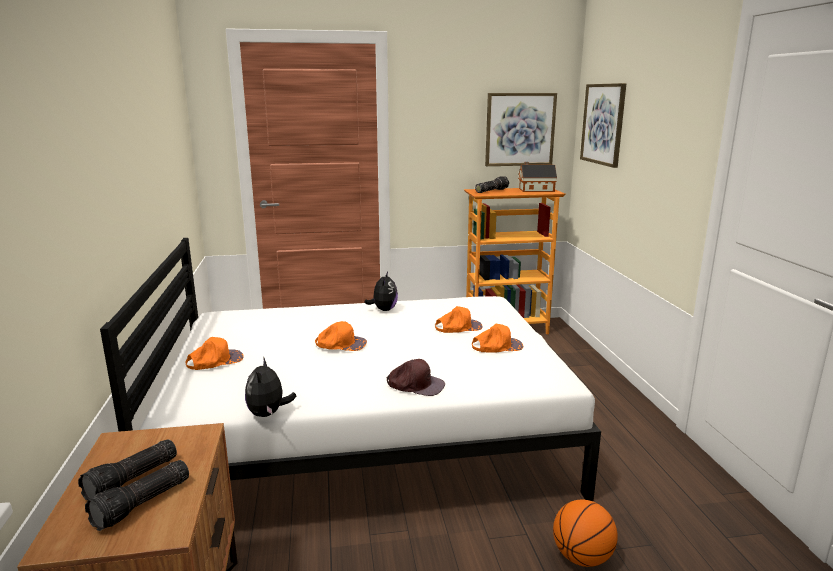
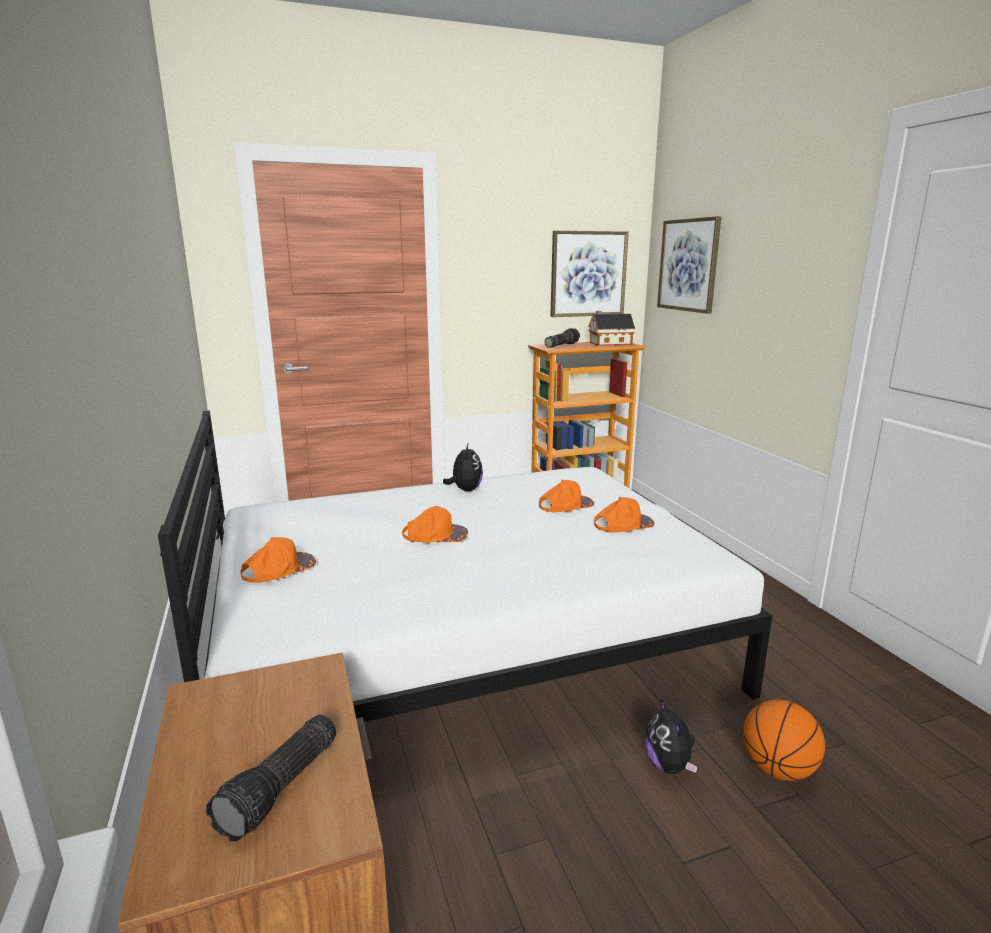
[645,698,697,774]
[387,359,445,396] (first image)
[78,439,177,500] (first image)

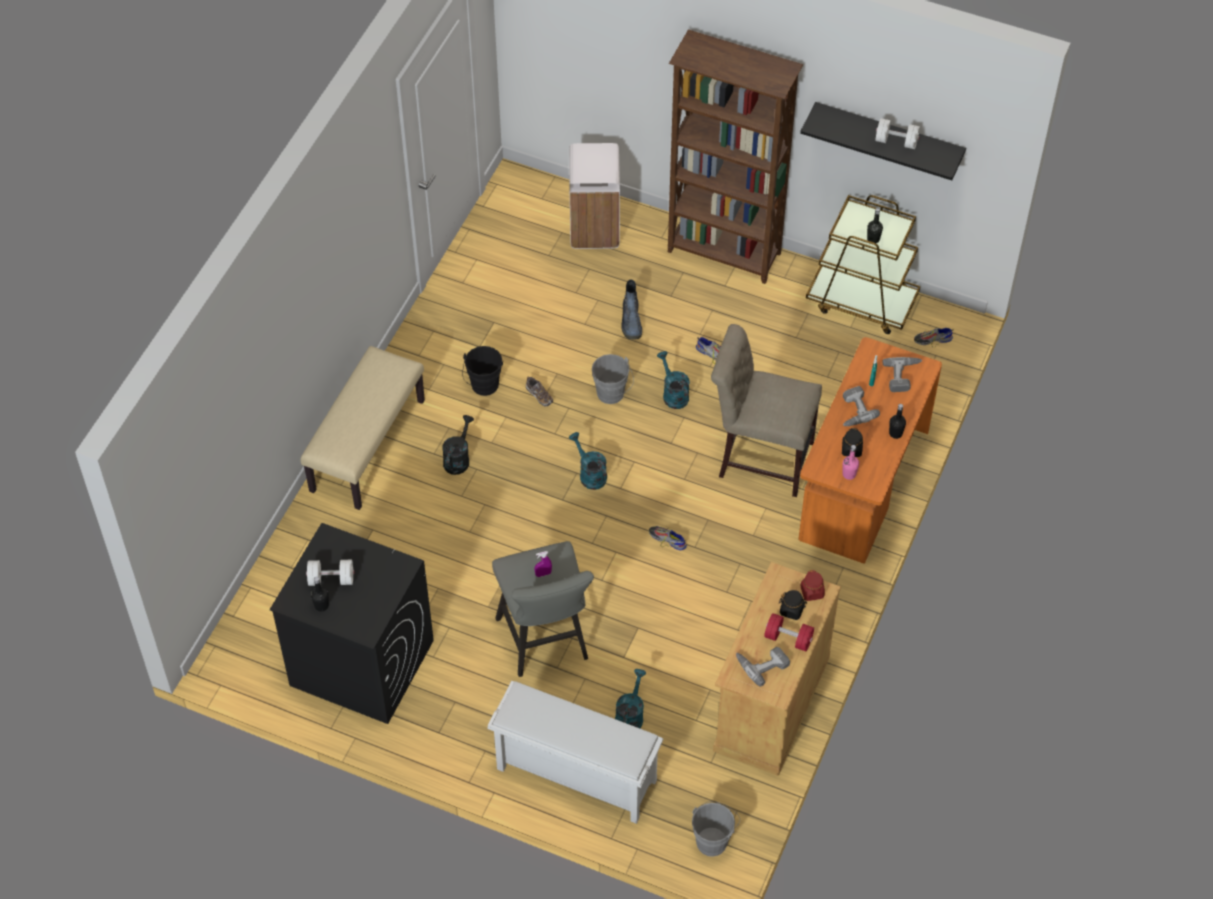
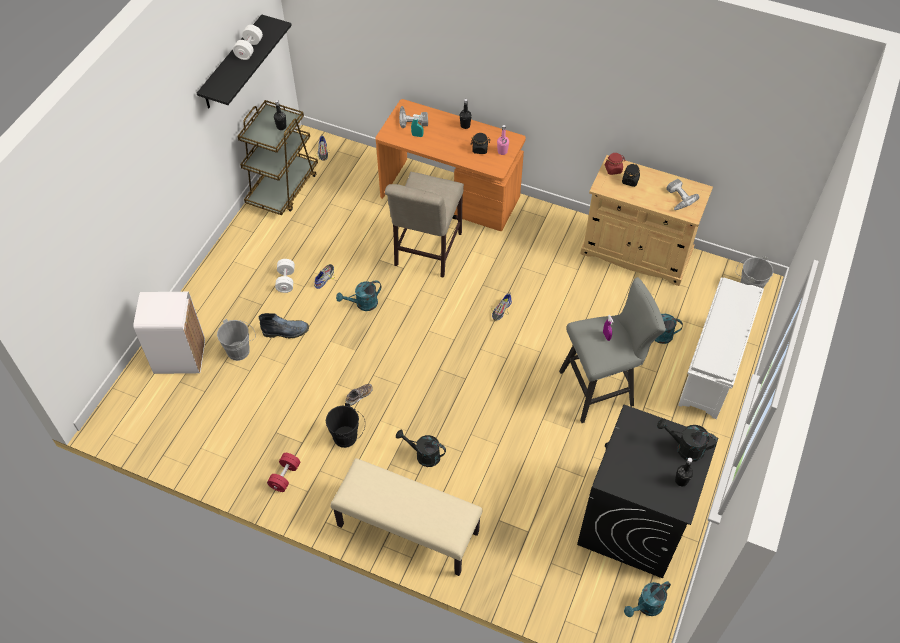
[668,29,803,284] (first image)
[217,319,256,361]
[843,386,880,426] (first image)
[624,581,671,617]
[275,259,295,293]
[267,453,300,492]
[657,419,717,462]

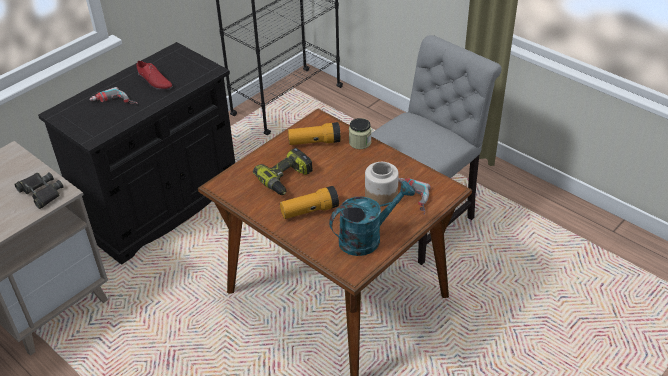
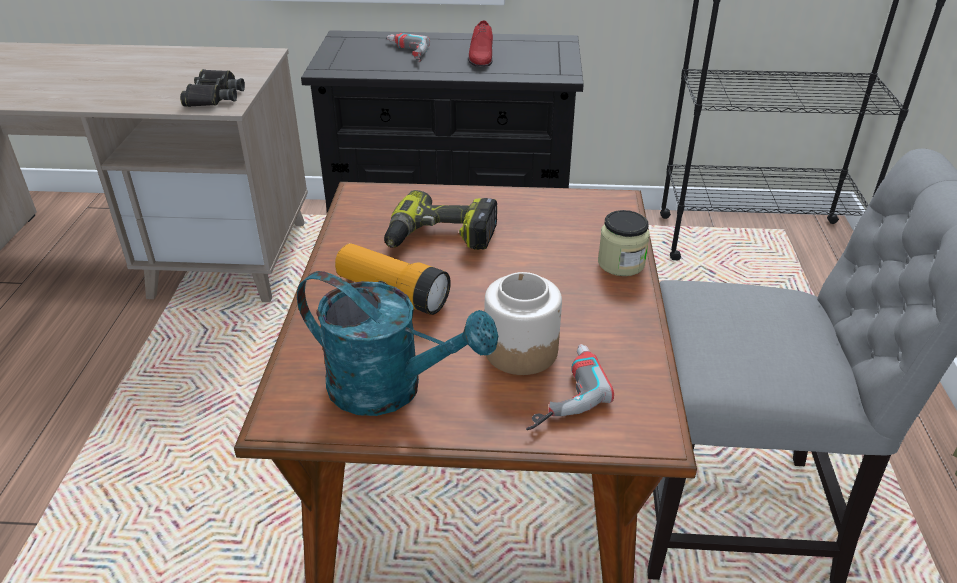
[288,122,341,145] (first image)

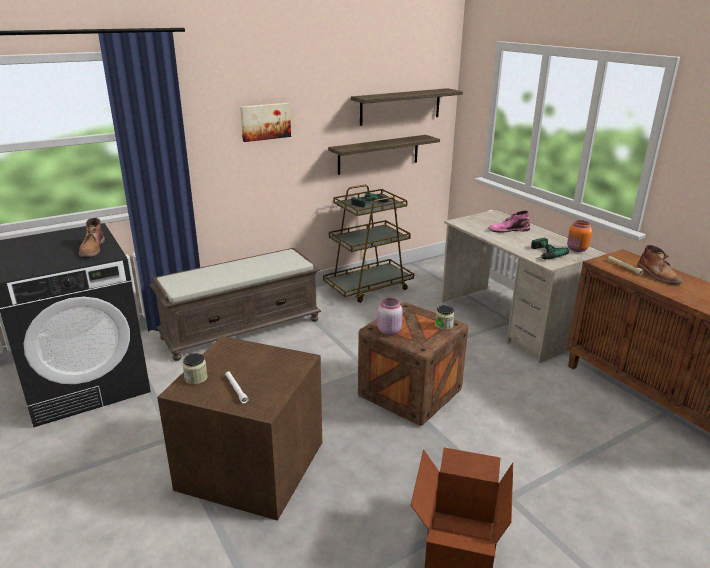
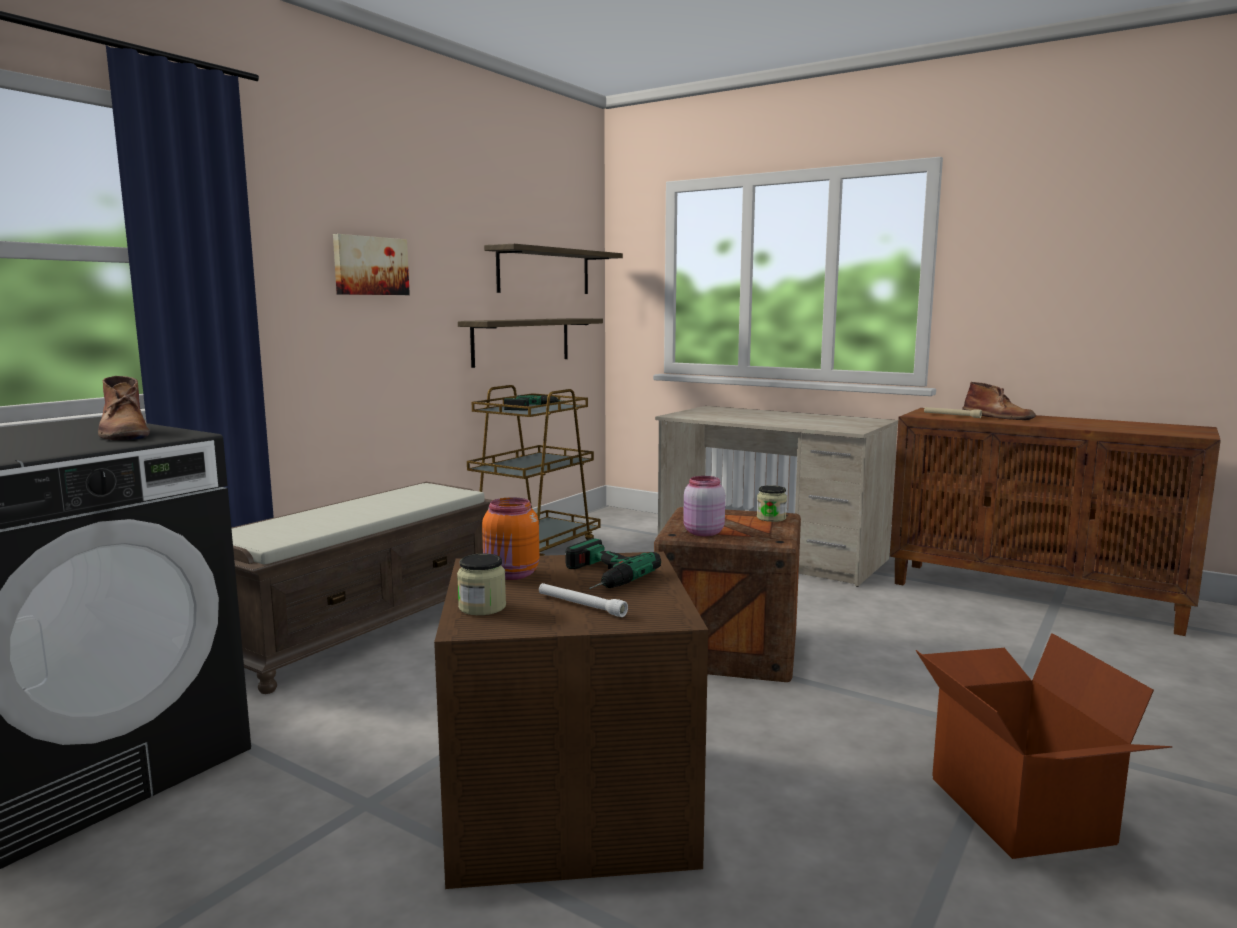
[488,210,530,233] (first image)
[482,497,539,580]
[565,538,661,589]

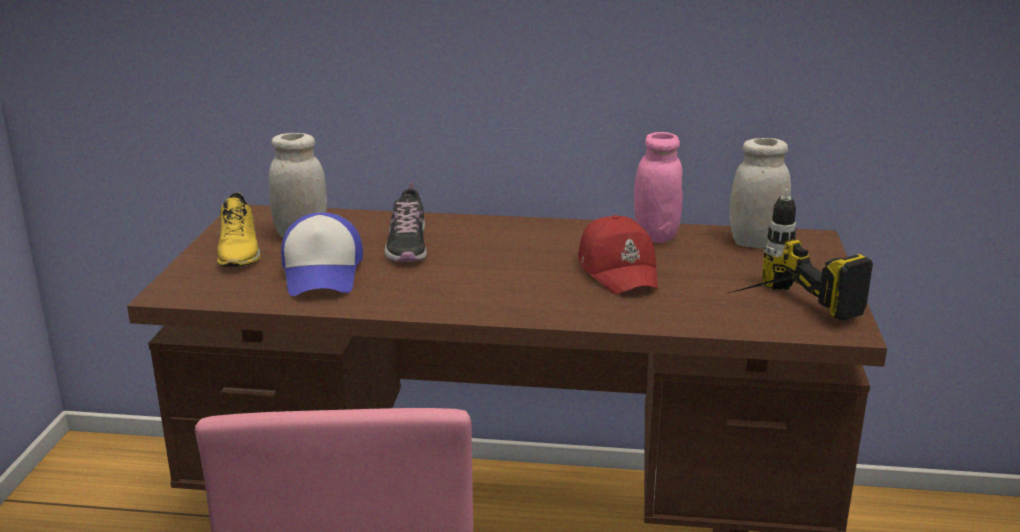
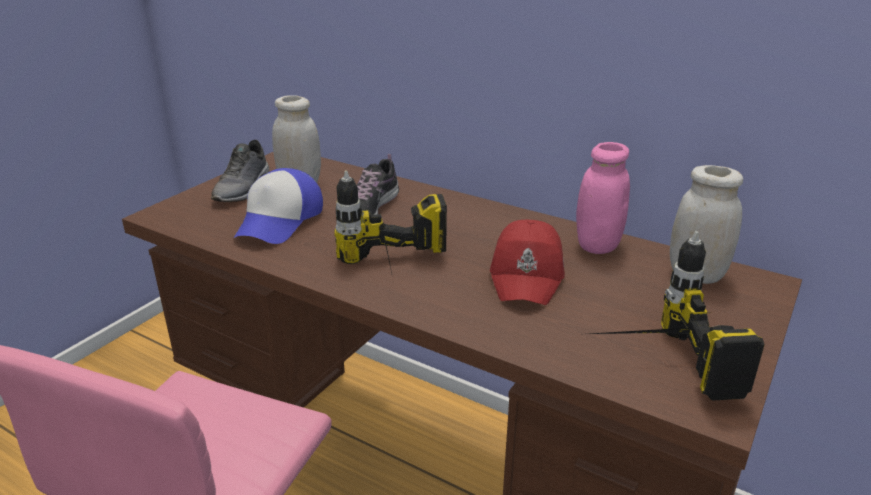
[211,140,270,202]
[334,170,447,277]

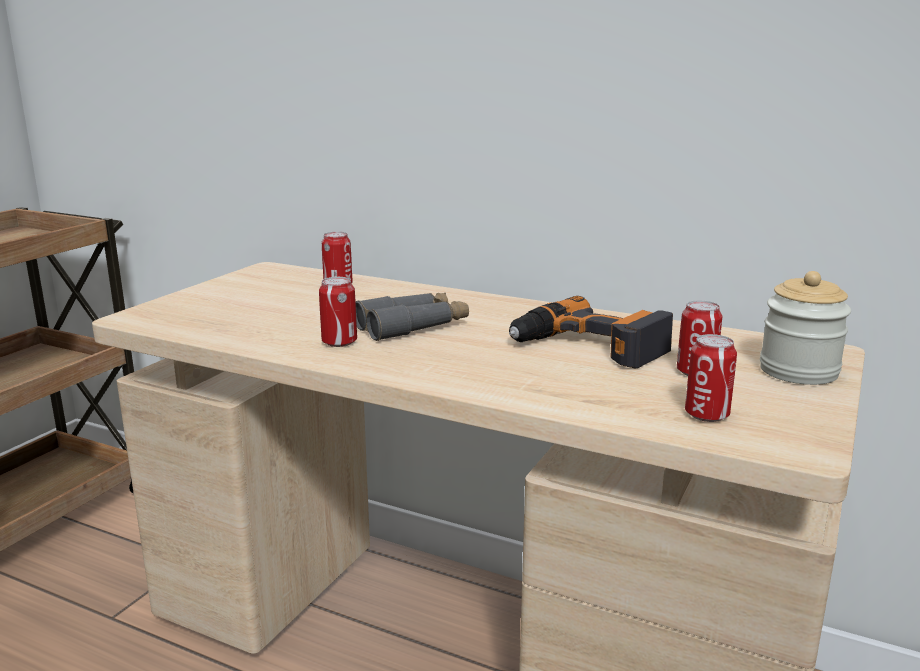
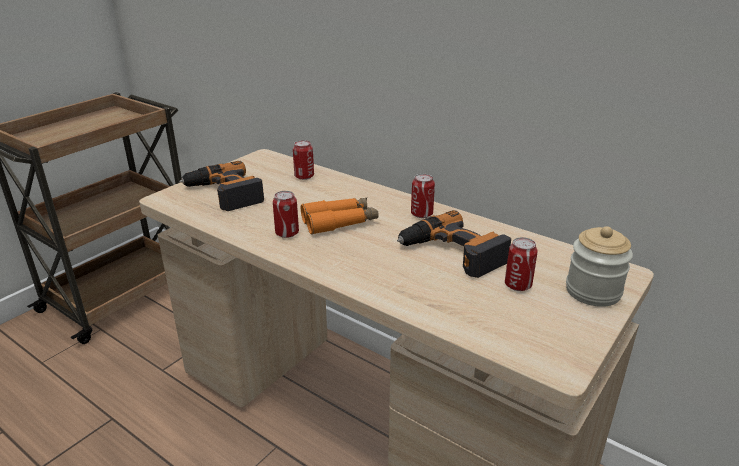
[301,198,379,235]
[411,174,435,218]
[179,161,264,211]

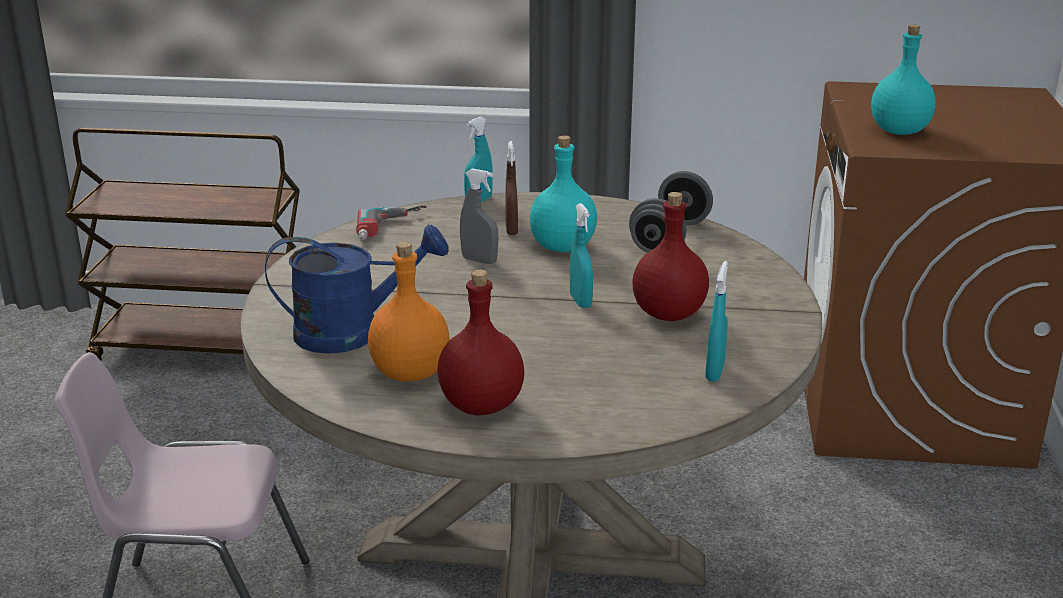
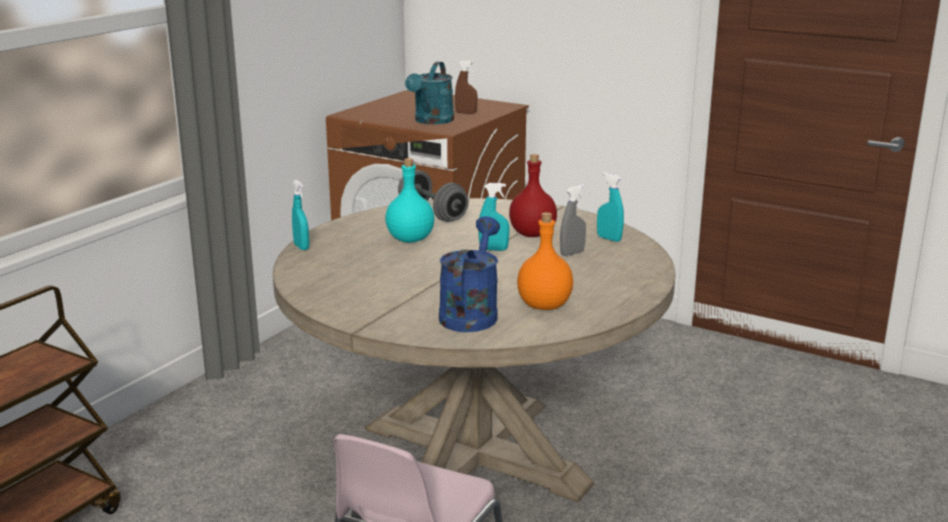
[405,62,454,124]
[455,60,478,114]
[560,184,586,256]
[356,205,427,240] (first image)
[438,269,525,415] (first image)

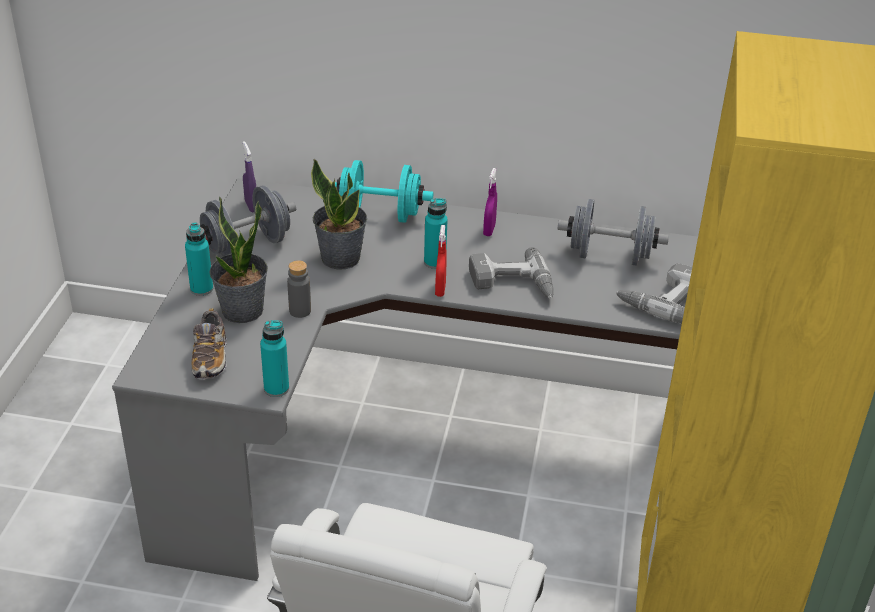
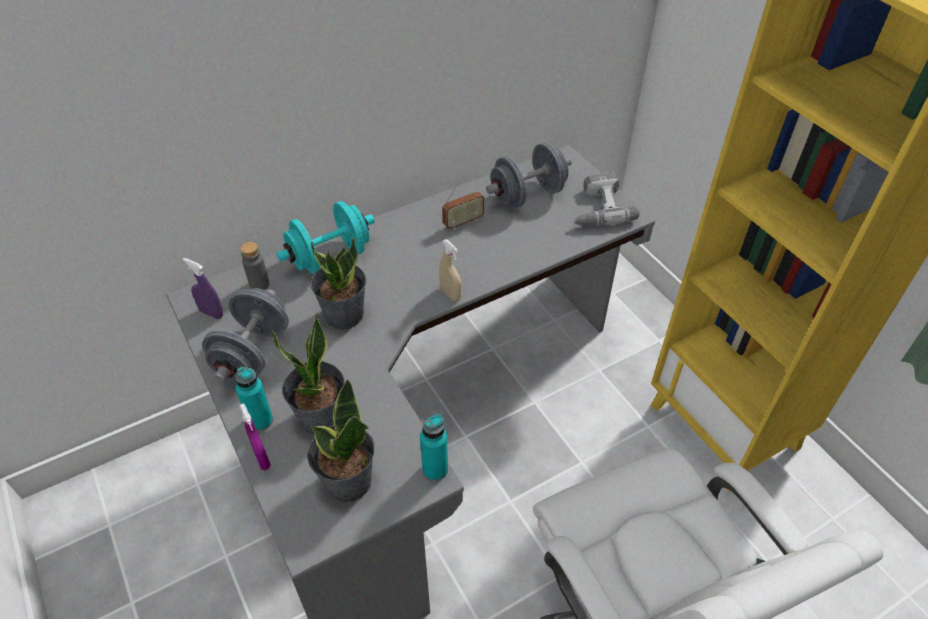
[240,404,271,470]
[424,198,448,269] (first image)
[439,239,462,301]
[469,247,554,298] (first image)
[241,242,269,290]
[307,378,375,502]
[442,178,485,230]

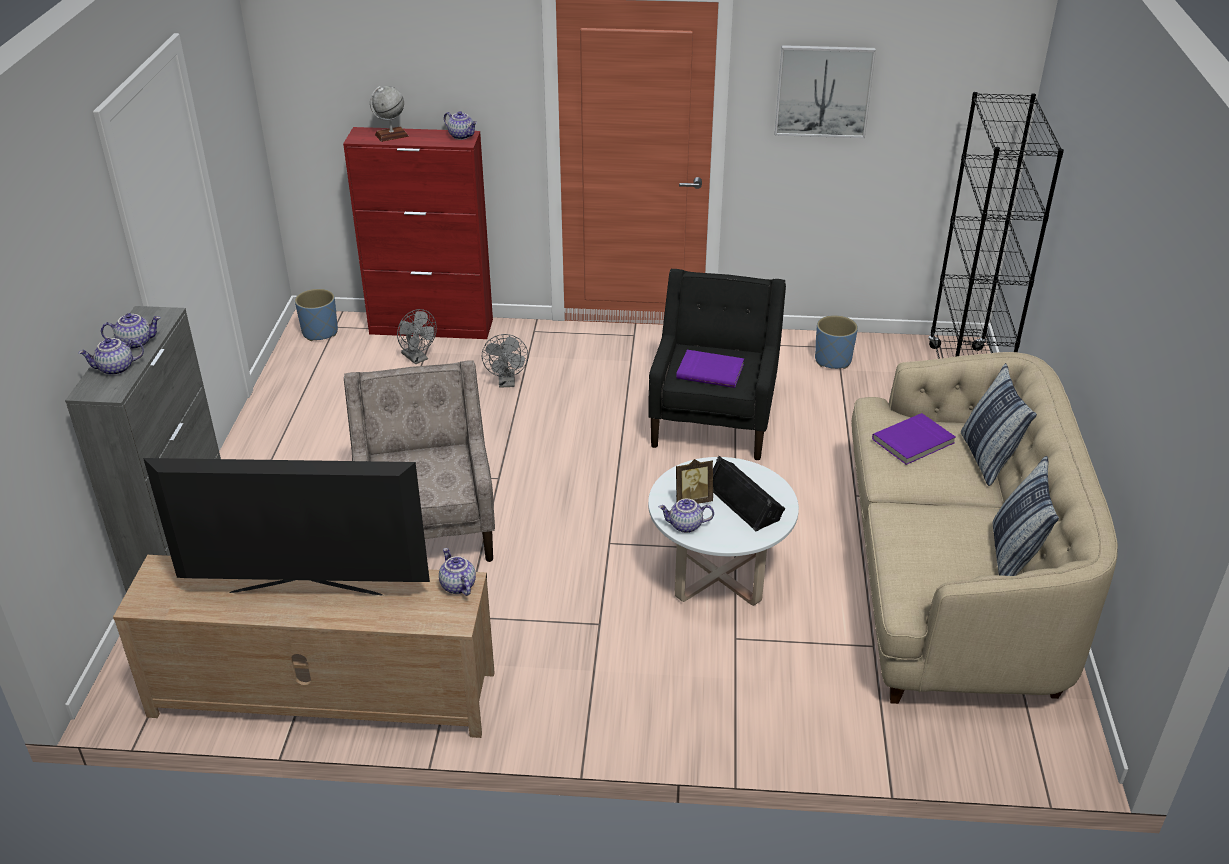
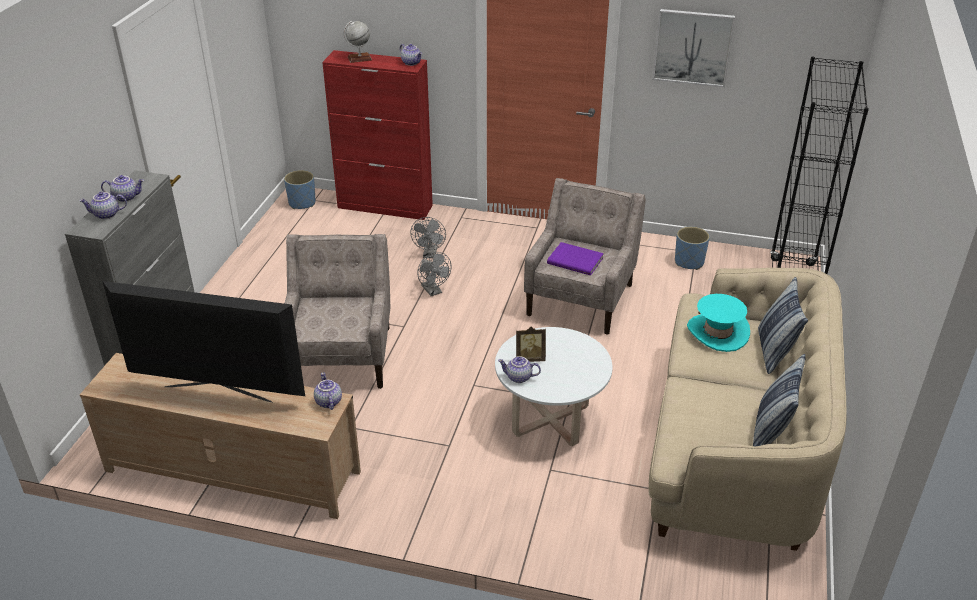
[524,178,646,334]
[417,252,451,296]
[687,294,750,352]
[713,456,785,531] (first image)

